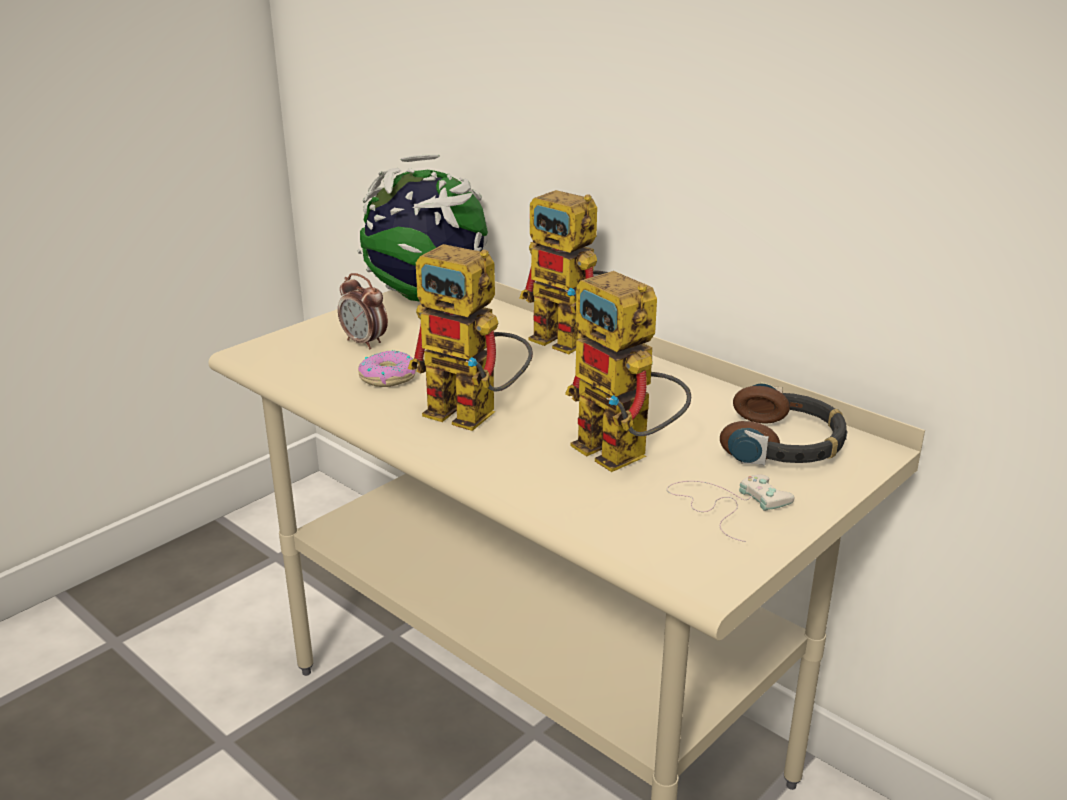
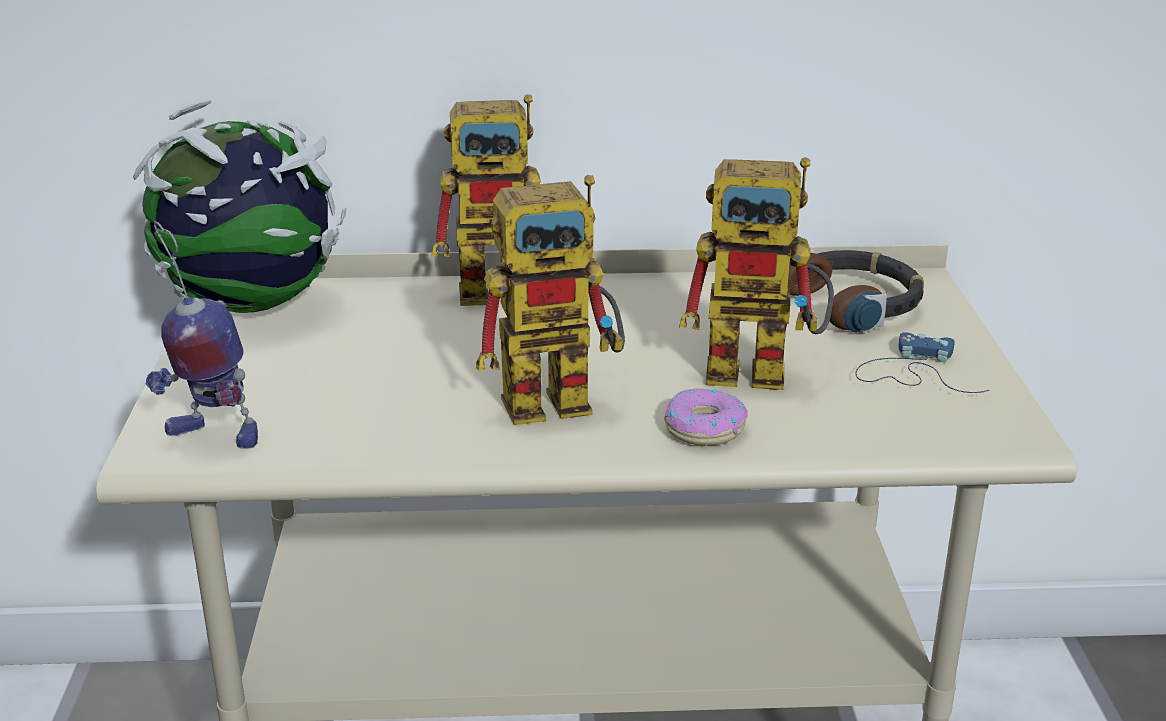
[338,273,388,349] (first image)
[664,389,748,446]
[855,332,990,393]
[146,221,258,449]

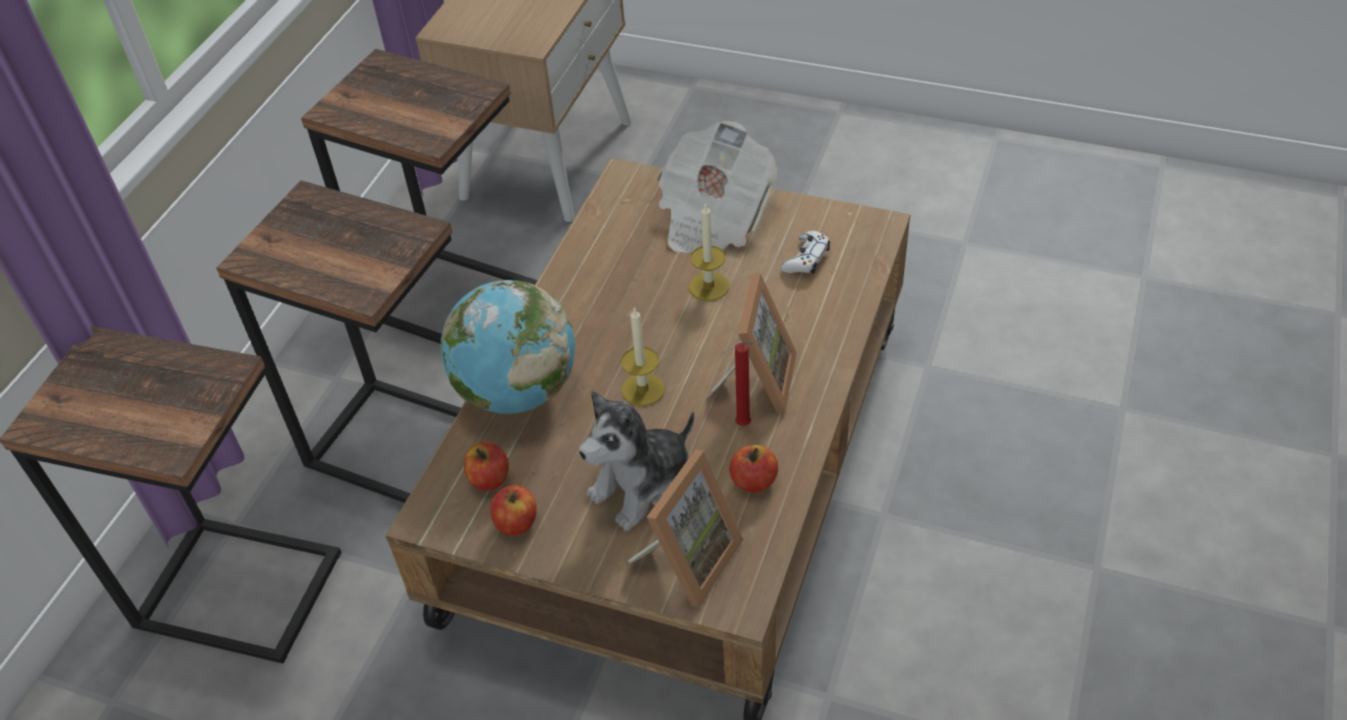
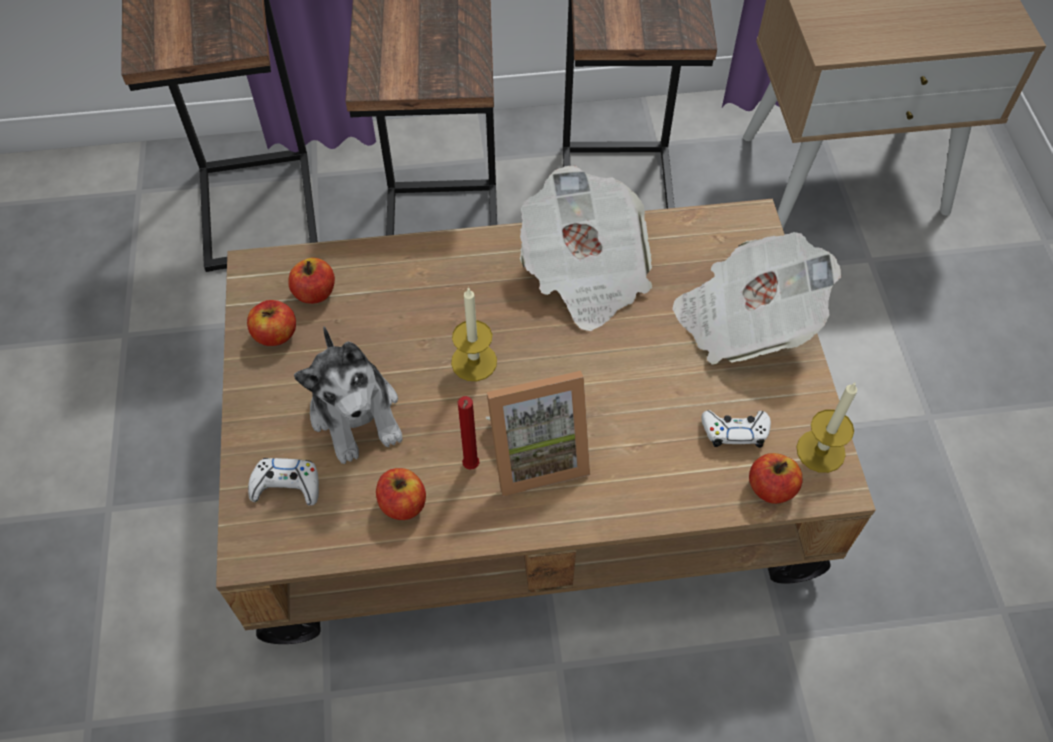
[796,383,857,473]
[441,280,575,414] (first image)
[294,326,403,464]
[248,458,319,506]
[520,165,652,331]
[749,453,803,504]

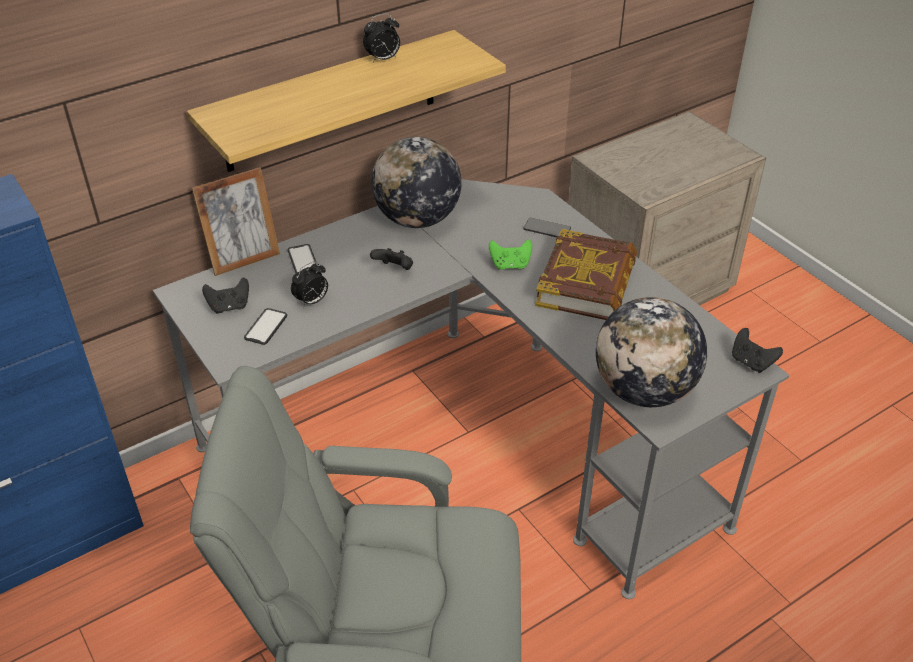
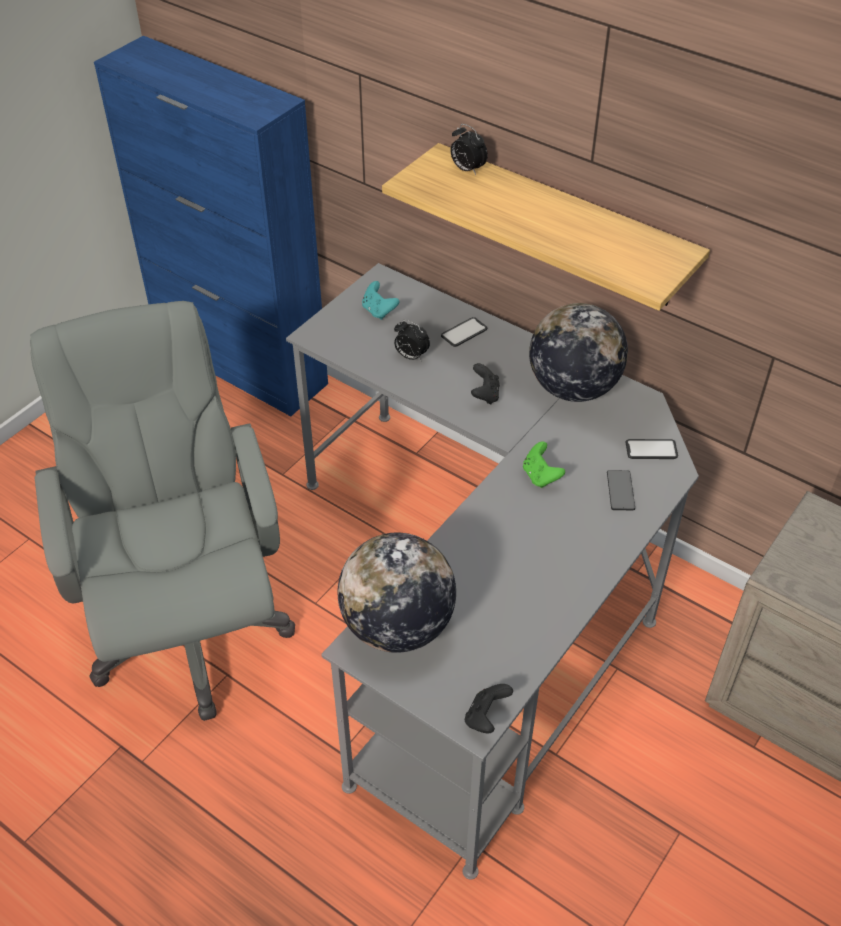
[450,124,488,175]
[192,167,280,276] (first image)
[535,229,637,320] (first image)
[362,281,399,320]
[626,439,678,459]

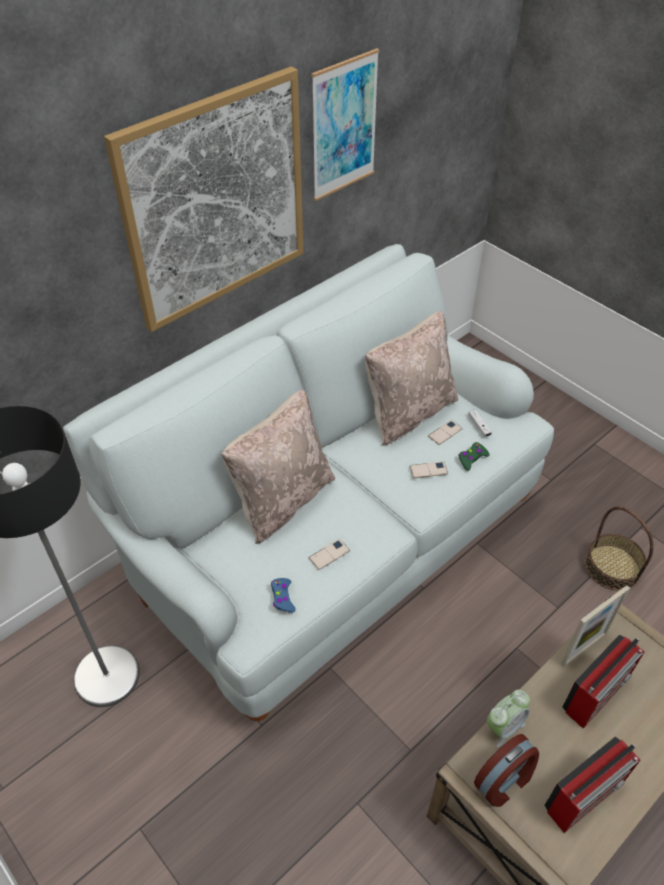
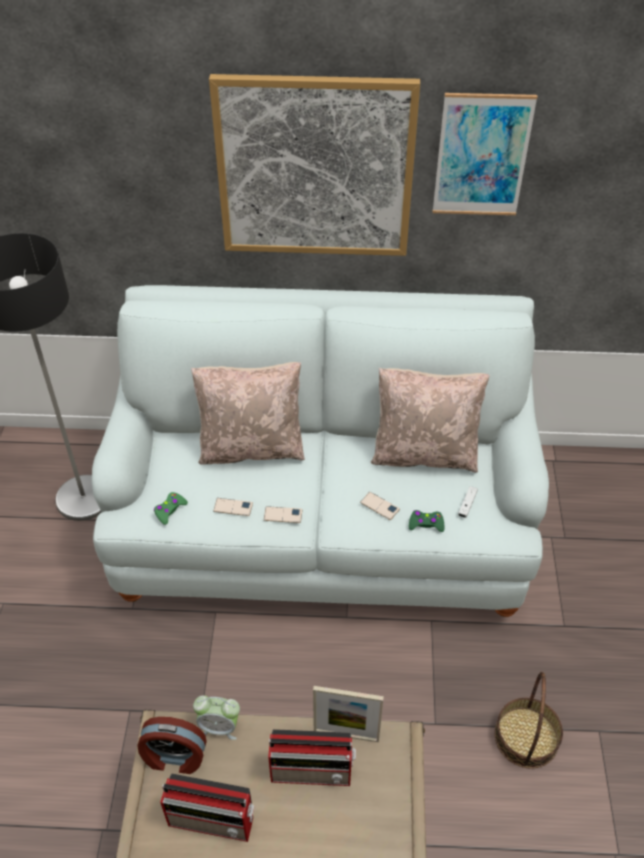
[264,506,302,523]
[154,492,188,525]

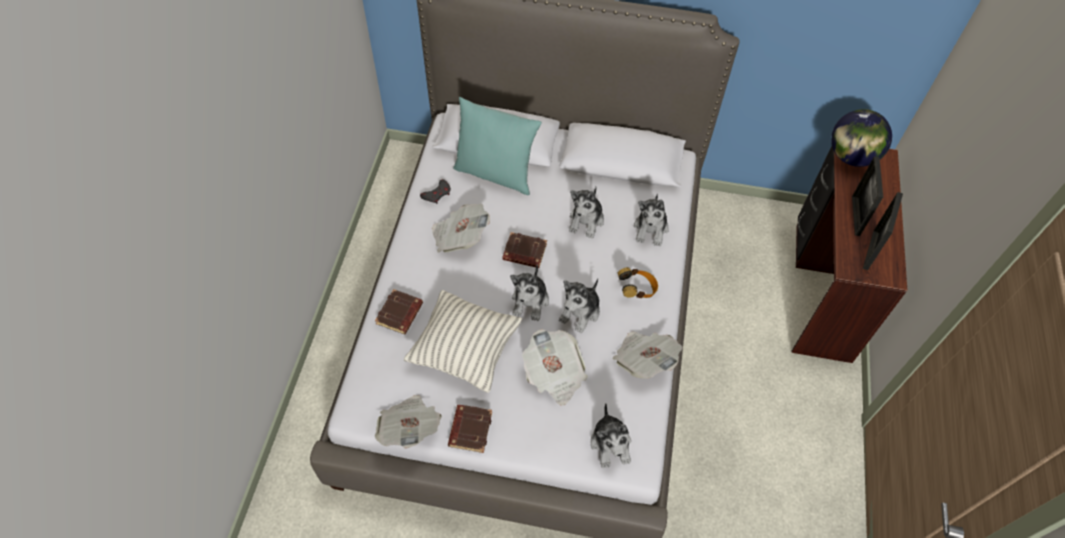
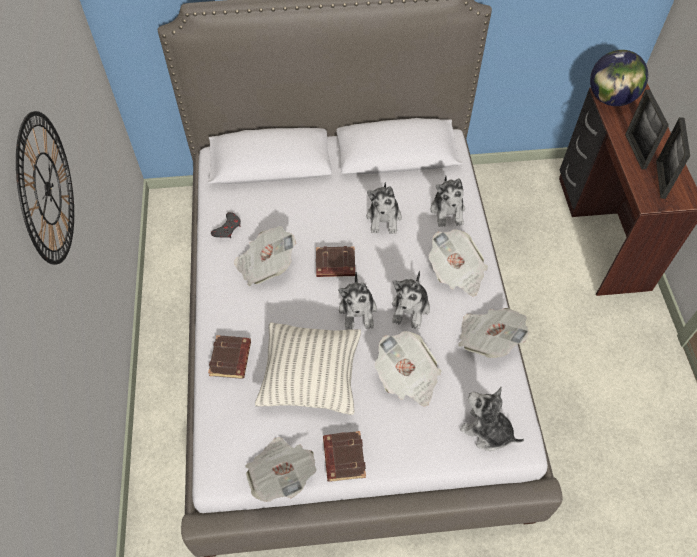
[453,97,542,195] (first image)
[429,229,488,297]
[460,387,524,451]
[16,111,74,265]

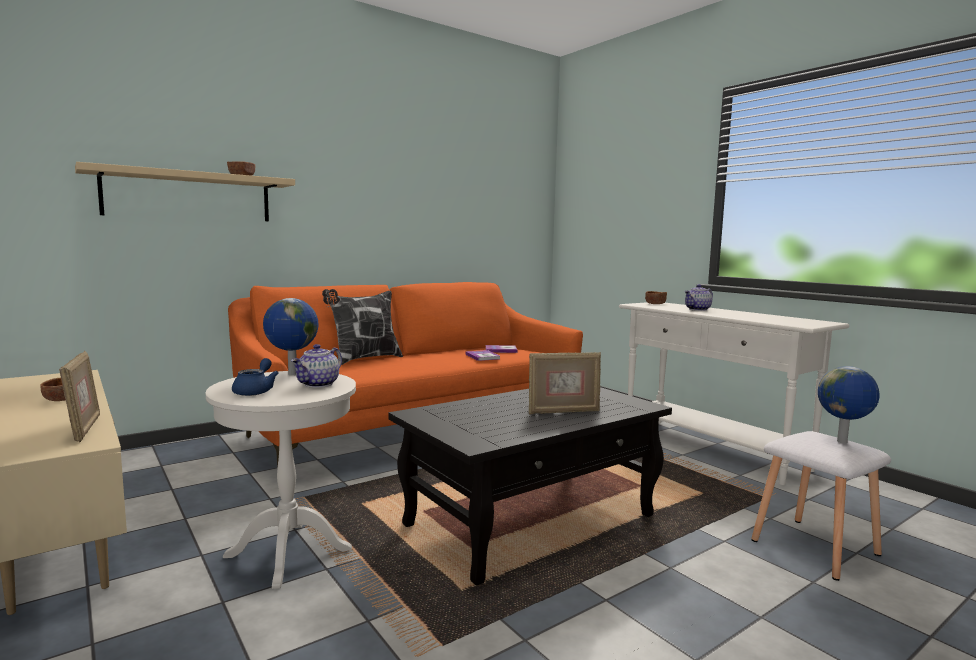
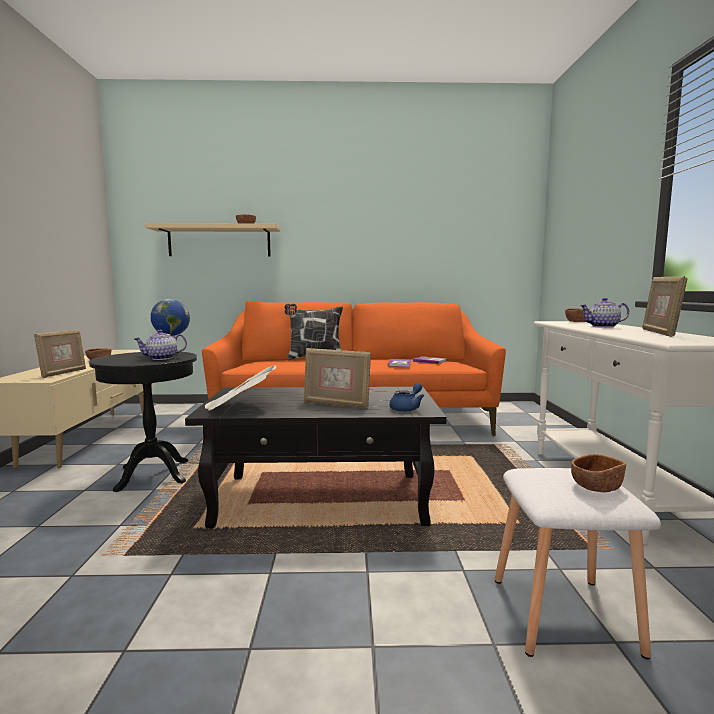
[389,383,424,412]
[571,454,626,492]
[89,352,197,492]
[642,276,688,337]
[205,365,277,410]

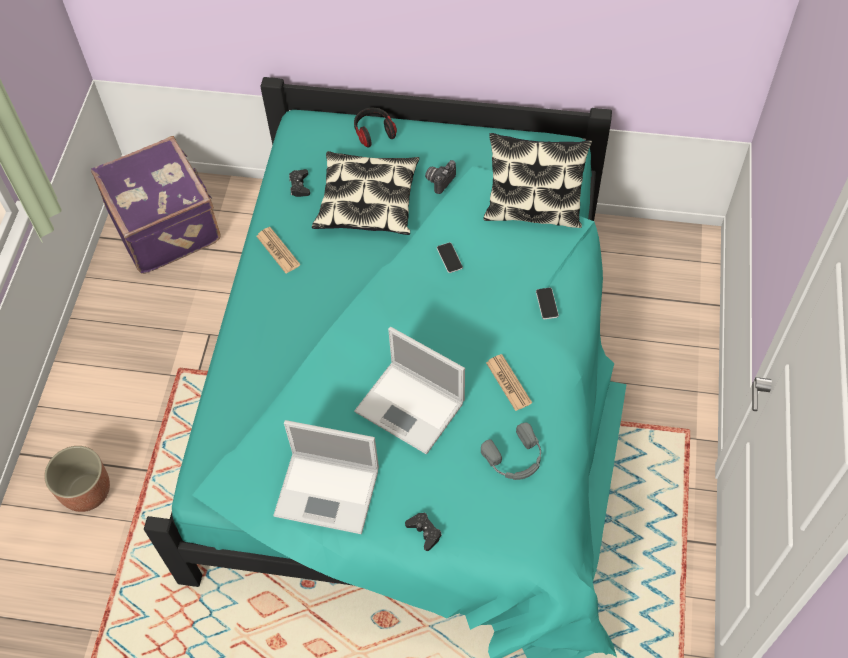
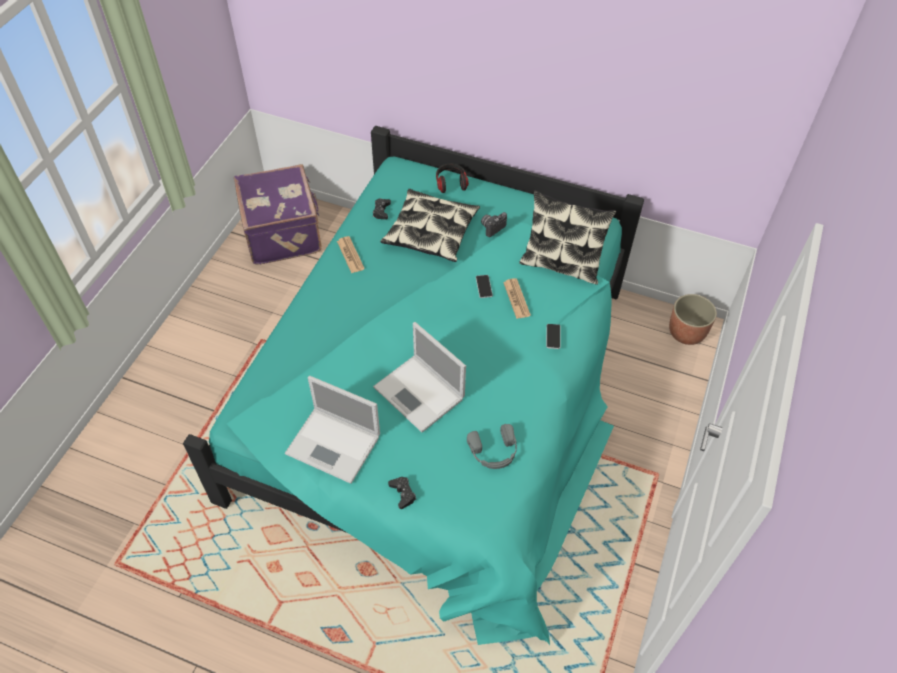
[503,278,531,319]
[669,294,717,345]

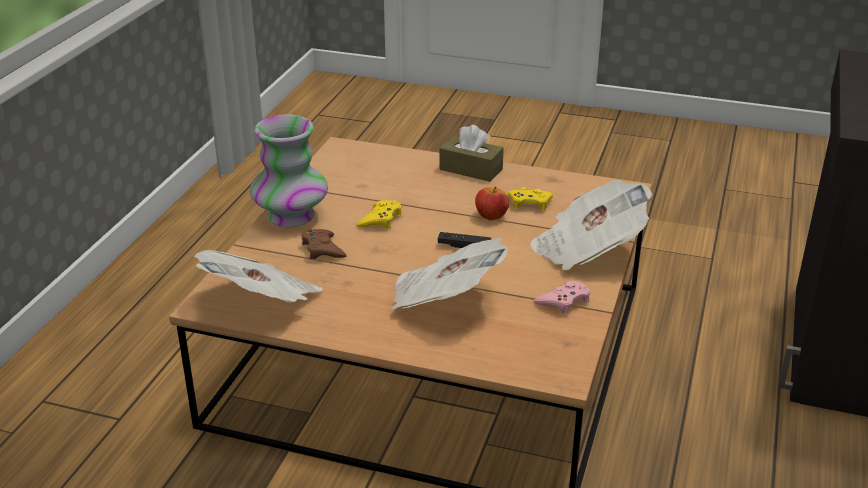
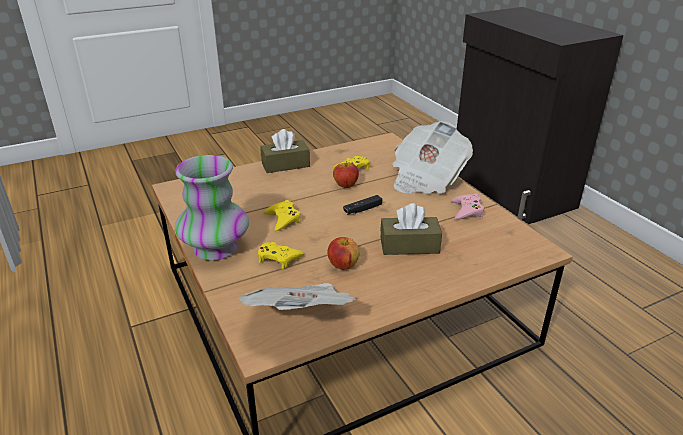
[258,242,304,269]
[380,203,442,255]
[328,237,360,270]

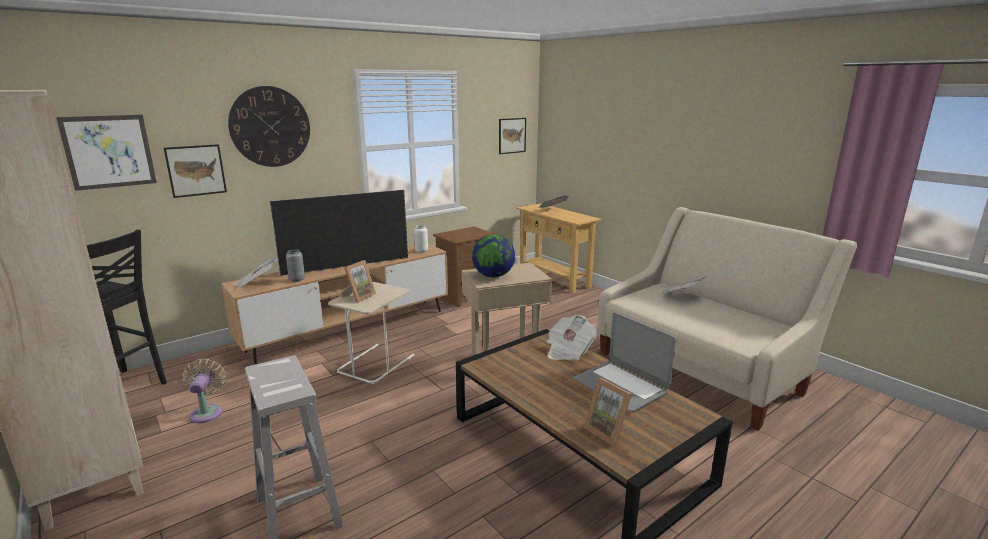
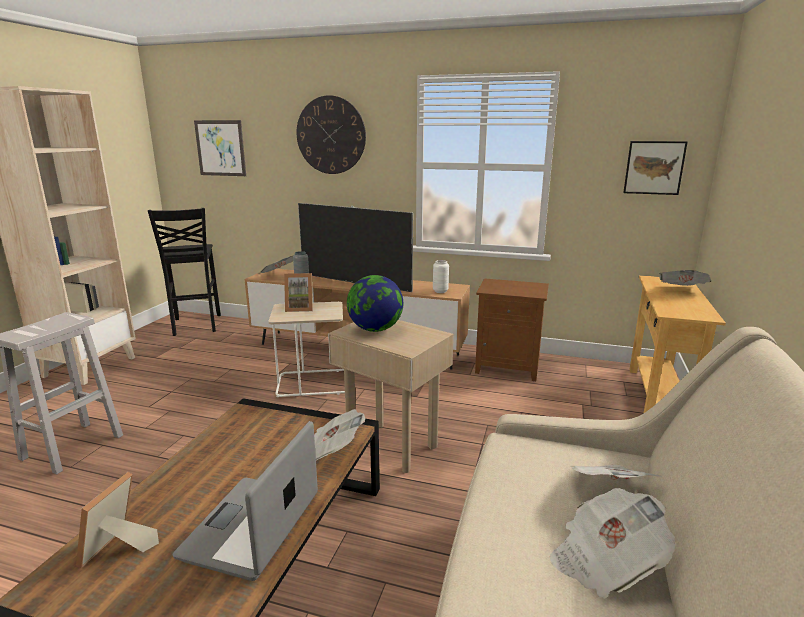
[164,144,227,198] (first image)
[183,359,226,423] (first image)
[550,488,676,599]

